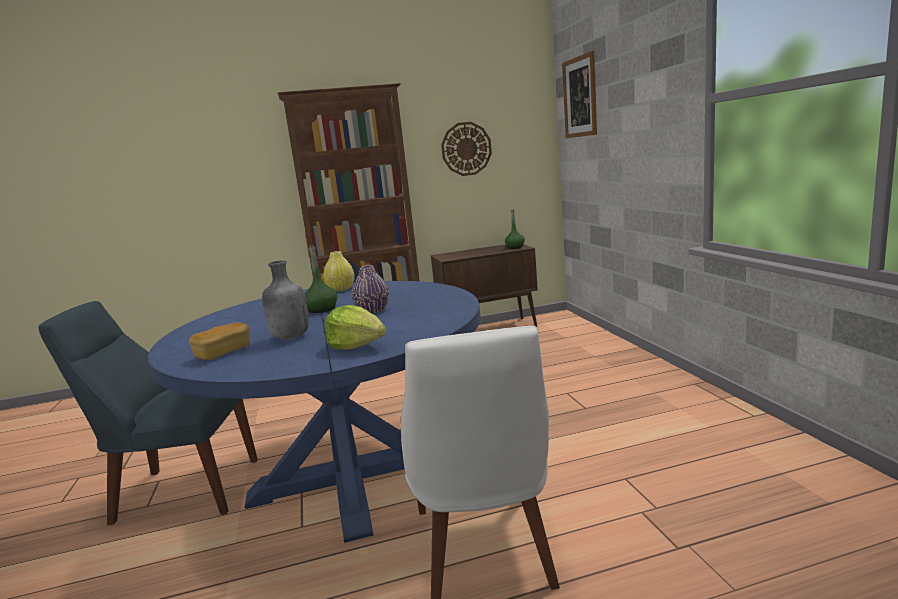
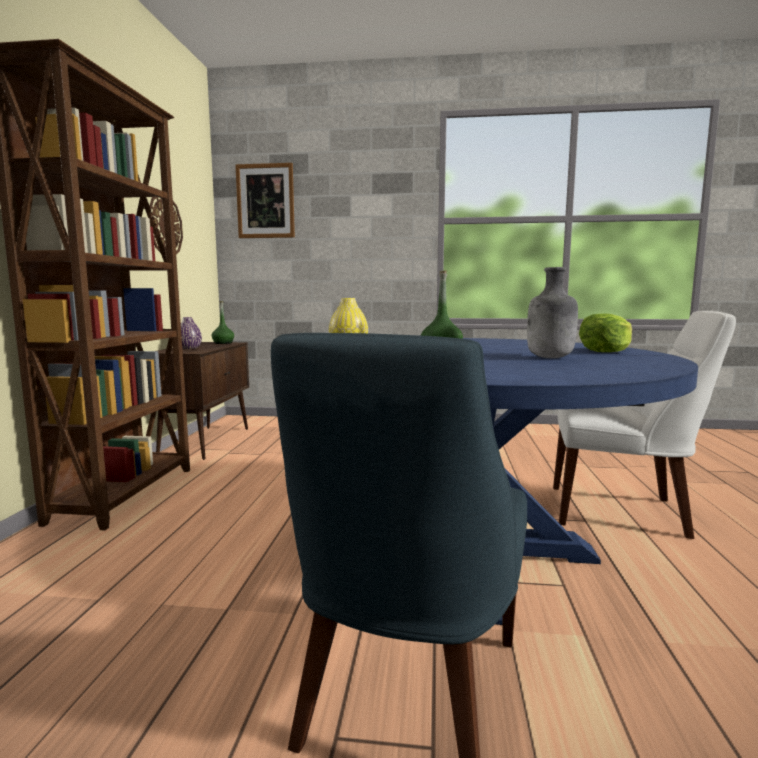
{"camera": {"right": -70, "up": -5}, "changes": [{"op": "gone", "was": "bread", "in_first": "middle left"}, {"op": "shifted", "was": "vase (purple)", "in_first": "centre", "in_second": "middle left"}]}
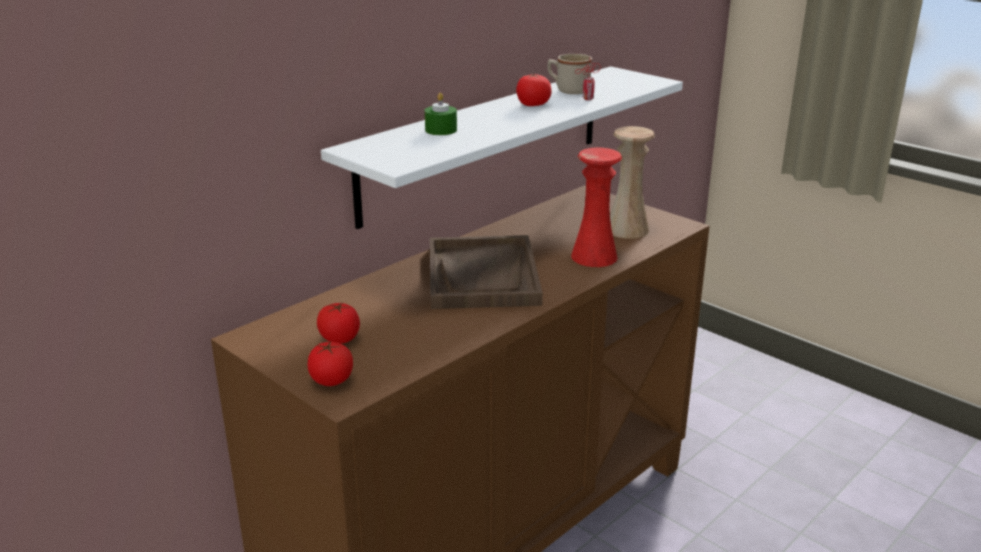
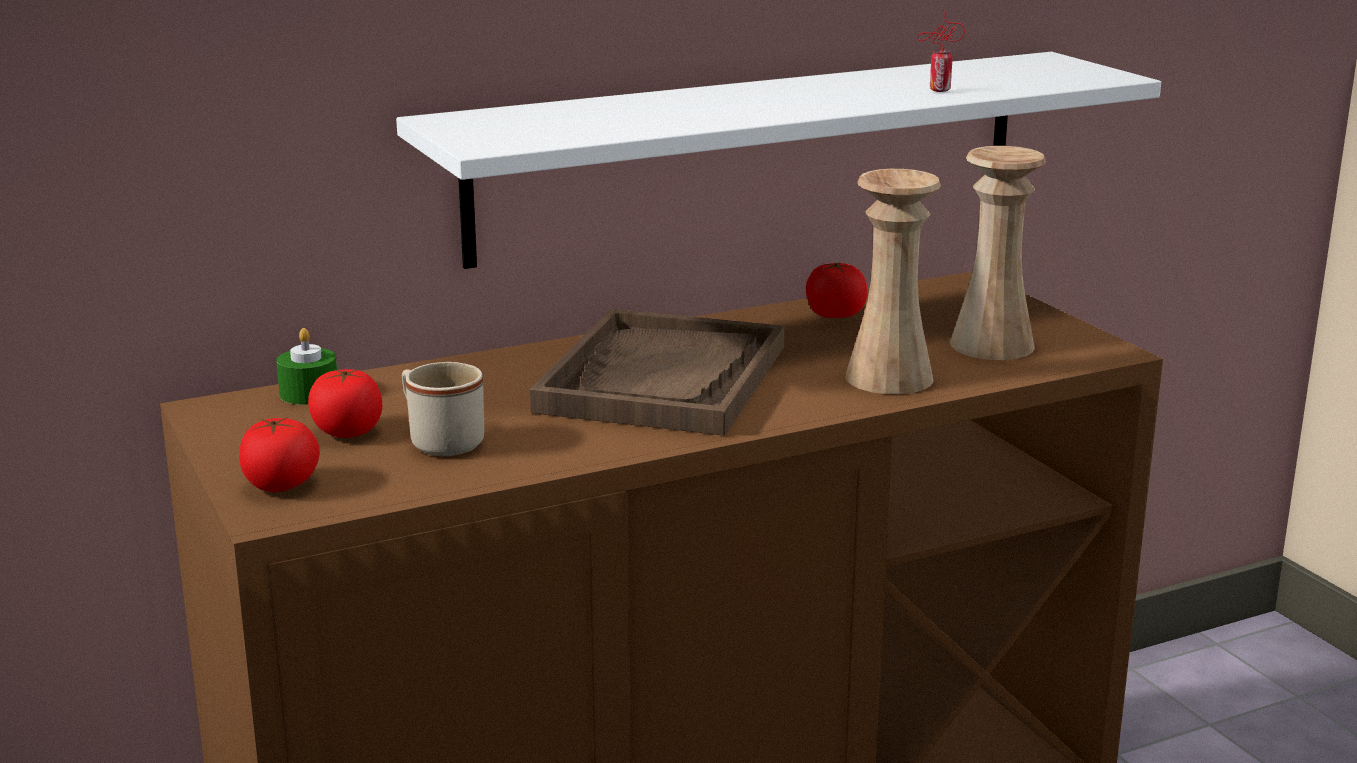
{"camera": {"right": 20, "up": -5}, "changes": [{"op": "shifted", "was": "candle (green)", "in_first": "top centre", "in_second": "middle left"}, {"op": "shifted", "was": "tomato (no. 3 from left)", "in_first": "top centre", "in_second": "centre"}, {"op": "shifted", "was": "mug (beige)", "in_first": "top centre", "in_second": "middle left"}, {"op": "repainted", "was": "vase (red)", "now": "vase (beige) (no. 1 from left)", "in_first": "centre", "in_second": "centre"}]}
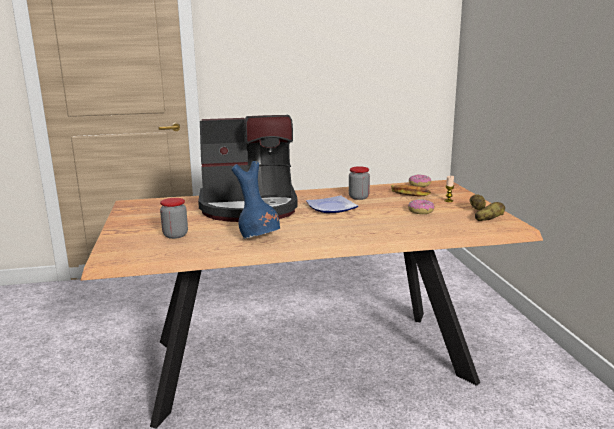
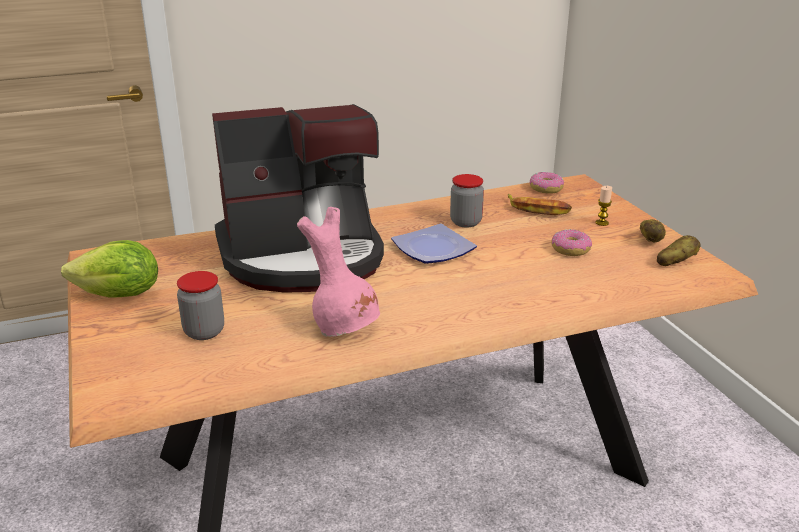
{"camera": {"right": -10, "up": 10}, "changes": [{"op": "new", "now": "lettuce", "in_second": "middle left"}, {"op": "repainted", "was": "vase (blue)", "now": "vase (pink)", "in_first": "centre", "in_second": "centre"}]}
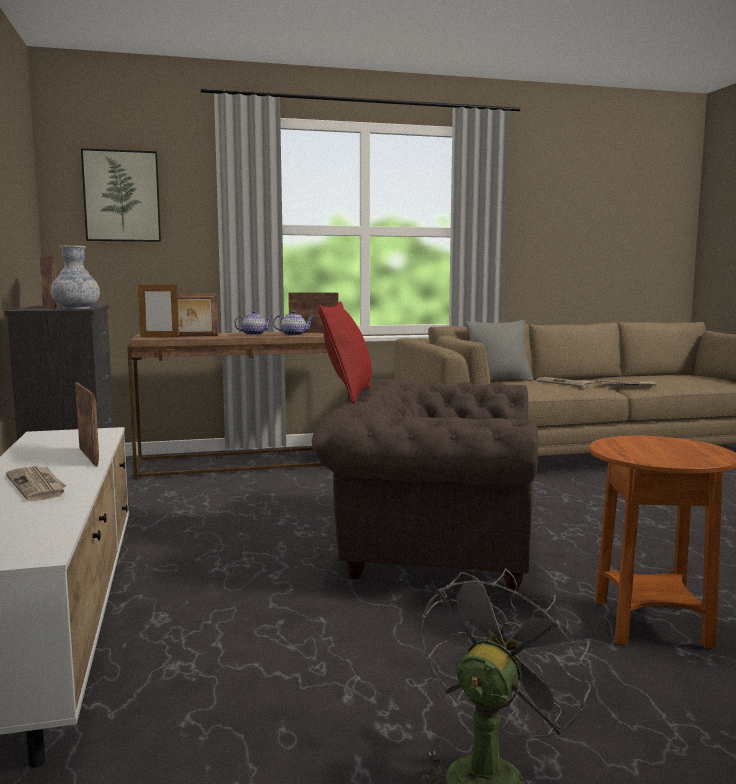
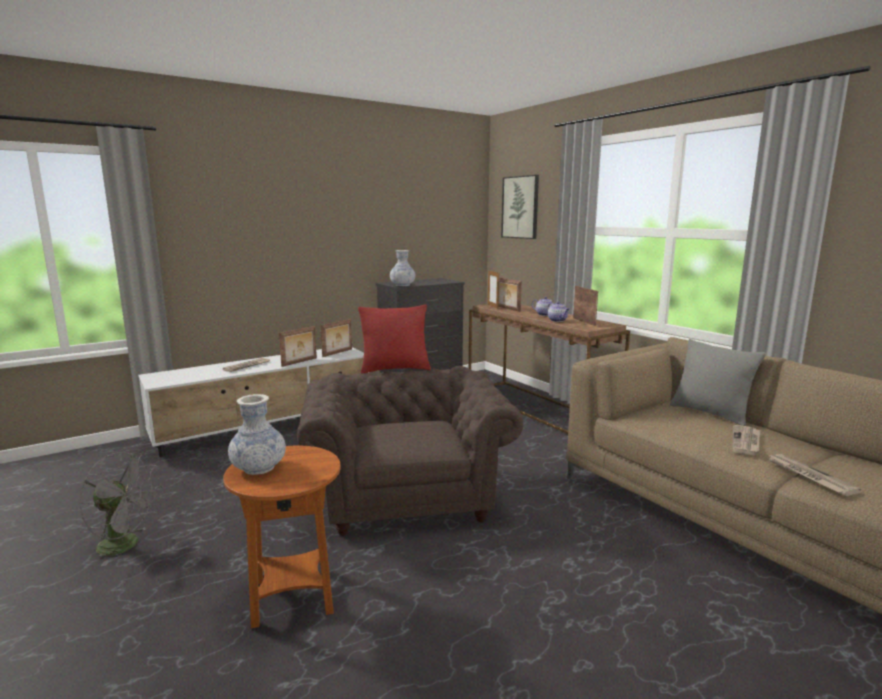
{"camera": {"right": 70, "up": 5}, "changes": [{"op": "new", "now": "vase (no. 1 from left)", "in_second": "middle left"}, {"op": "shifted", "was": "picture frame (no. 1 from left in the first image)", "now": "picture frame (no. 2 from left)", "in_first": "middle left", "in_second": "centre"}]}
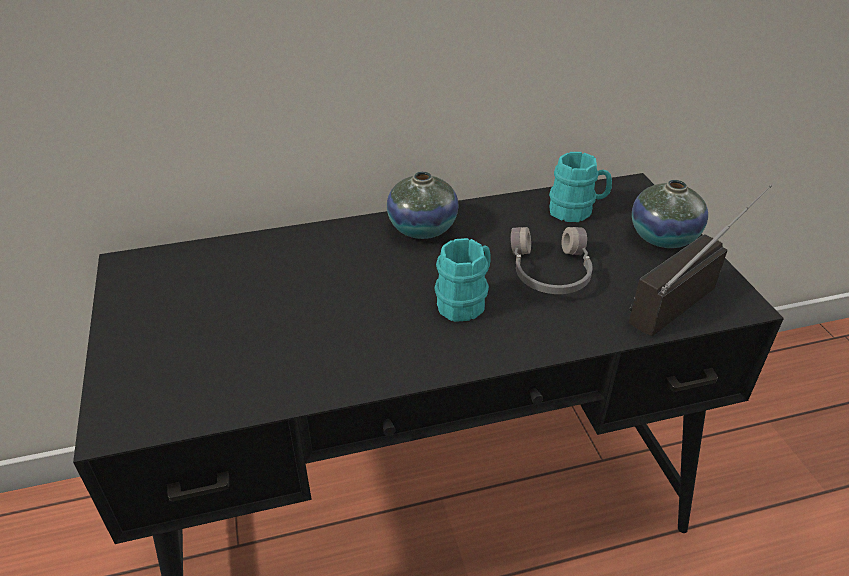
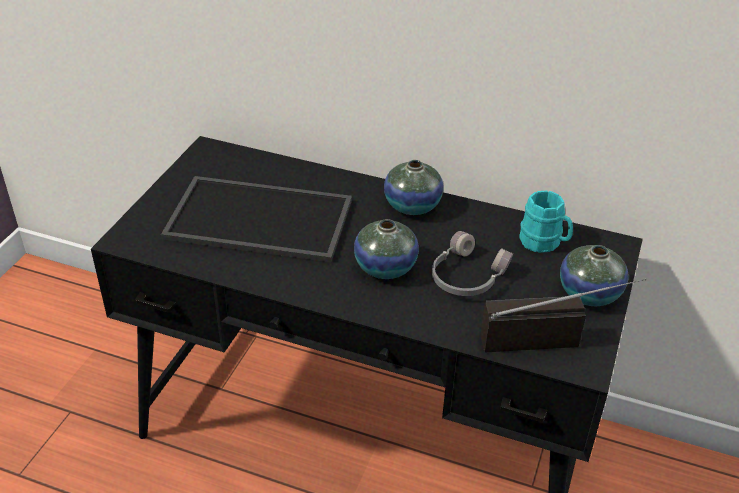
{"camera": {"right": 35, "up": 0}, "changes": [{"op": "new", "now": "tray", "in_second": "centre"}, {"op": "swapped", "was": "mug (turquoise) (no. 1 from left)", "now": "vase (no. 1 from left)", "in_first": "centre", "in_second": "centre"}]}
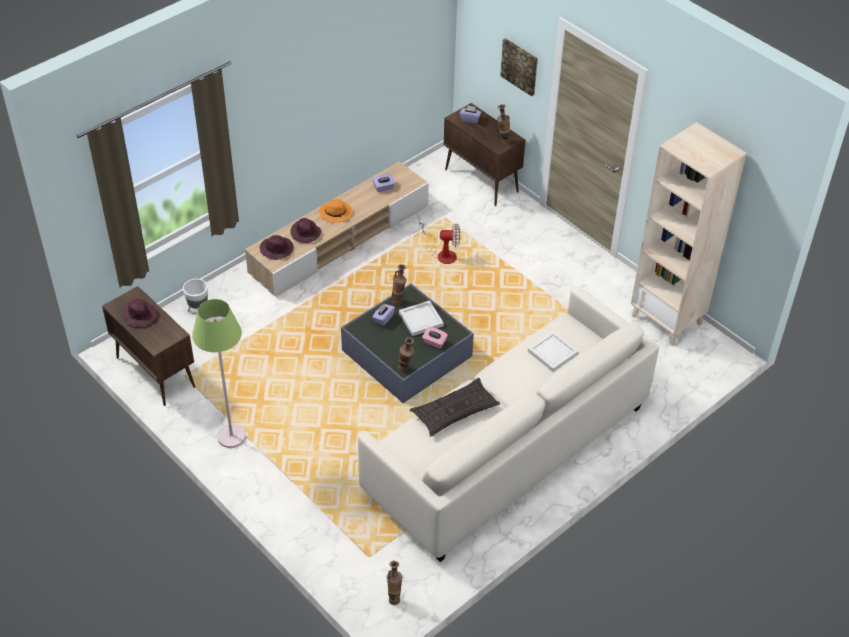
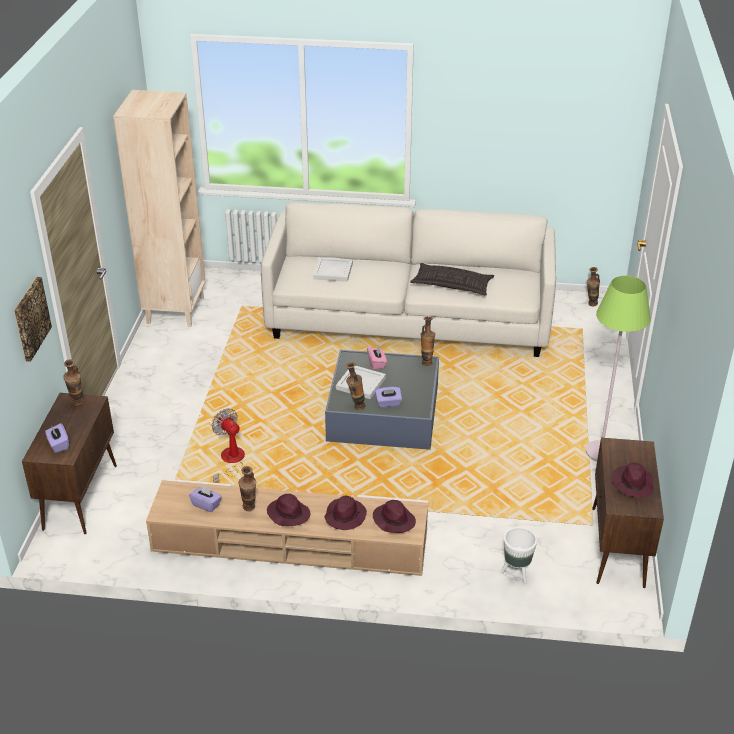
{"camera": {"right": -130, "up": -10}, "changes": [{"op": "new", "now": "vase (no. 2 from left)", "in_second": "centre"}, {"op": "repainted", "was": "hat (orange)", "now": "hat (purple) (no. 1 from left)", "in_first": "top centre", "in_second": "bottom centre"}]}
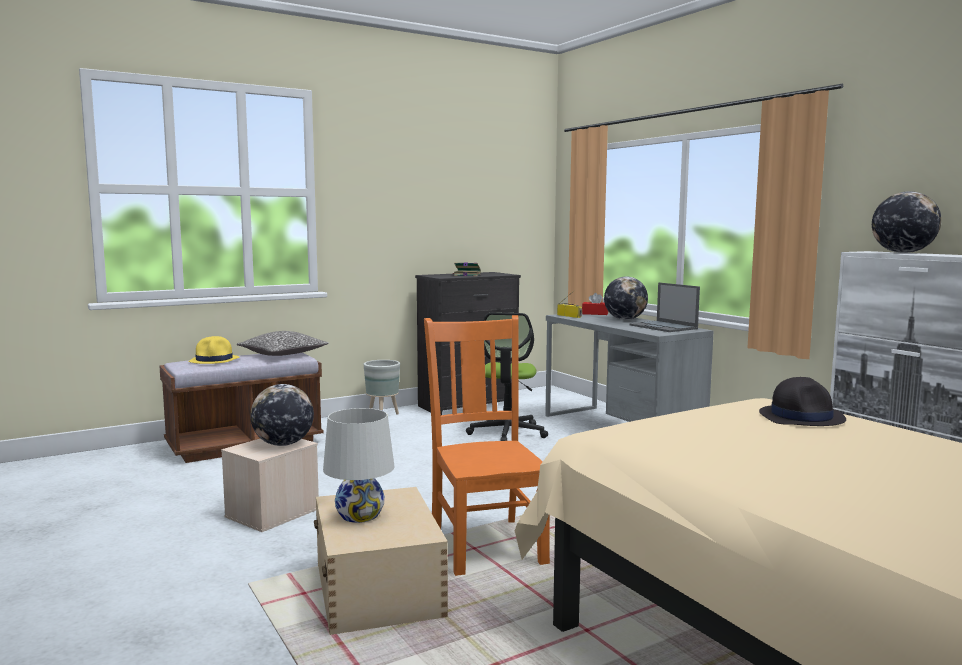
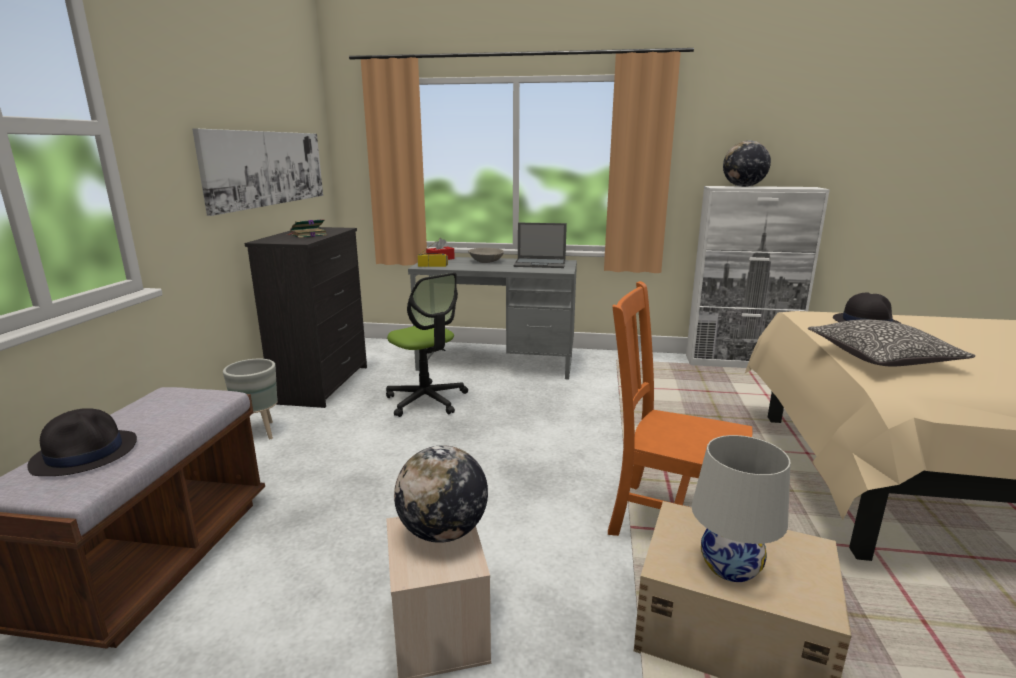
{"camera": {"right": -50, "up": 10}, "changes": [{"op": "new", "now": "picture", "in_second": "top left"}, {"op": "shifted", "was": "pillow", "in_first": "middle left", "in_second": "middle right"}, {"op": "swapped", "was": "globe (no. 2 from left)", "now": "bowl (grey)", "in_first": "centre", "in_second": "centre"}, {"op": "repainted", "was": "hat (yellow)", "now": "hat (black) (no. 1 from left)", "in_first": "middle left", "in_second": "middle left"}]}
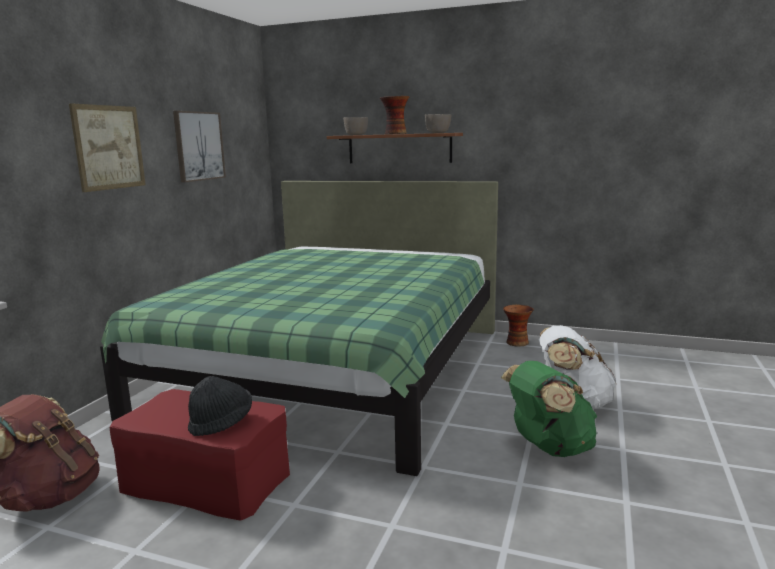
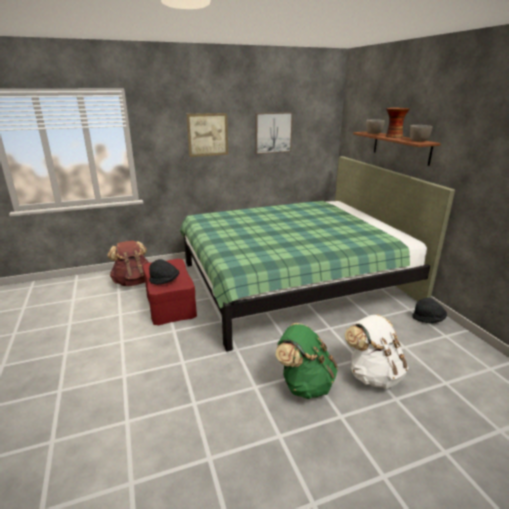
{"camera": {"right": 50, "up": 10}, "changes": [{"op": "swapped", "was": "vase (no. 2 from left)", "now": "hat (black) (no. 2 from left)", "in_first": "middle right", "in_second": "middle right"}]}
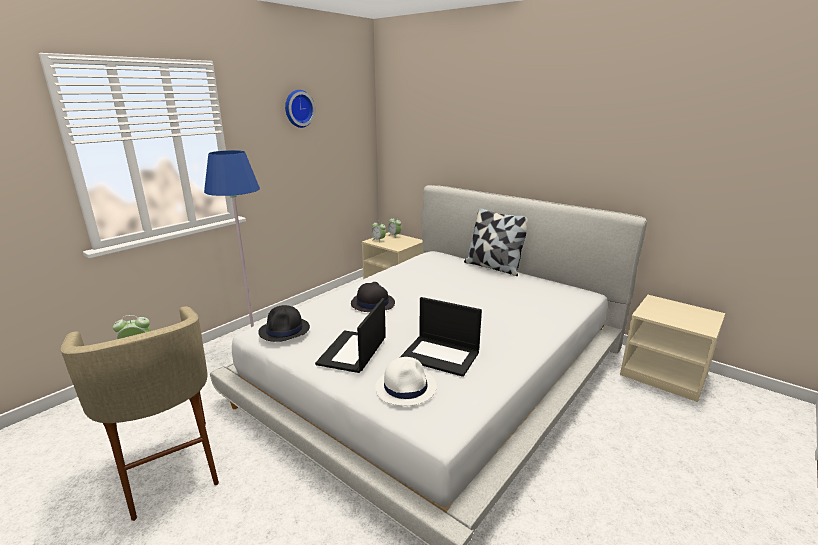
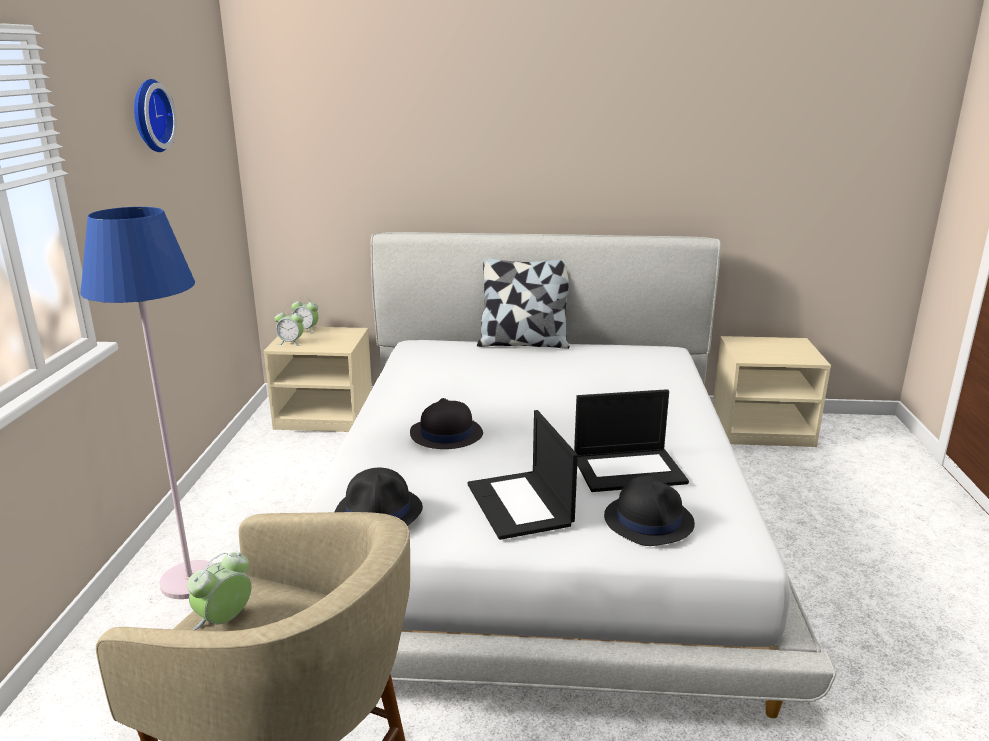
{"camera": {"right": -35, "up": 0}, "changes": [{"op": "repainted", "was": "hat (white)", "now": "hat (black) (no. 3 from left)", "in_first": "bottom centre", "in_second": "bottom centre"}]}
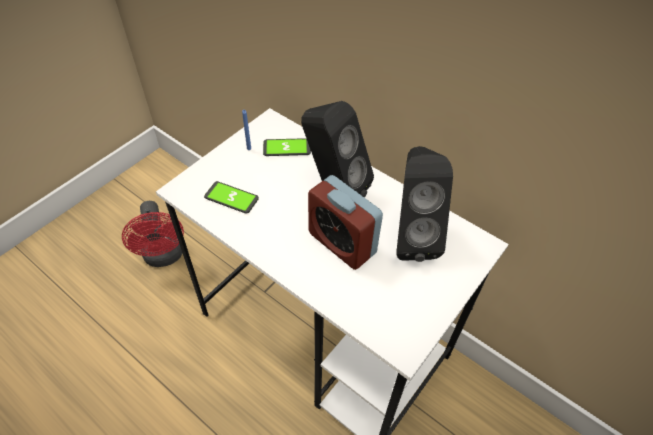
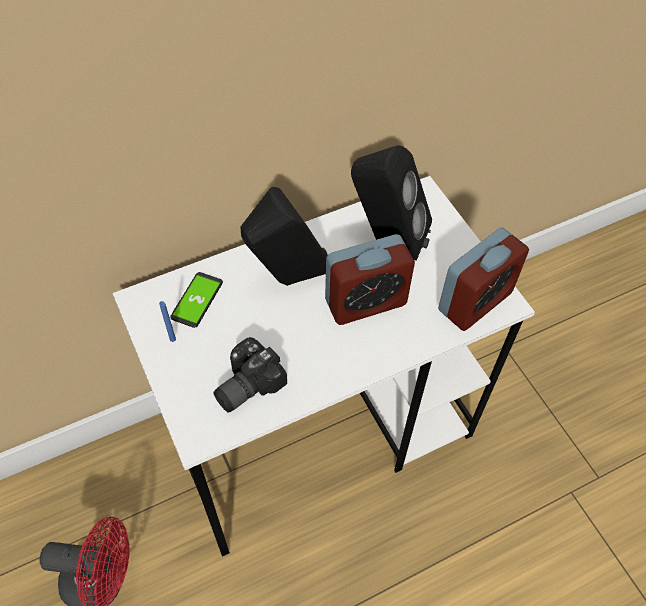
{"camera": {"right": -65, "up": 5}, "changes": [{"op": "new", "now": "alarm clock (no. 2 from left)", "in_second": "middle right"}, {"op": "swapped", "was": "phone (no. 1 from left)", "now": "photo camera", "in_first": "centre", "in_second": "centre"}]}
